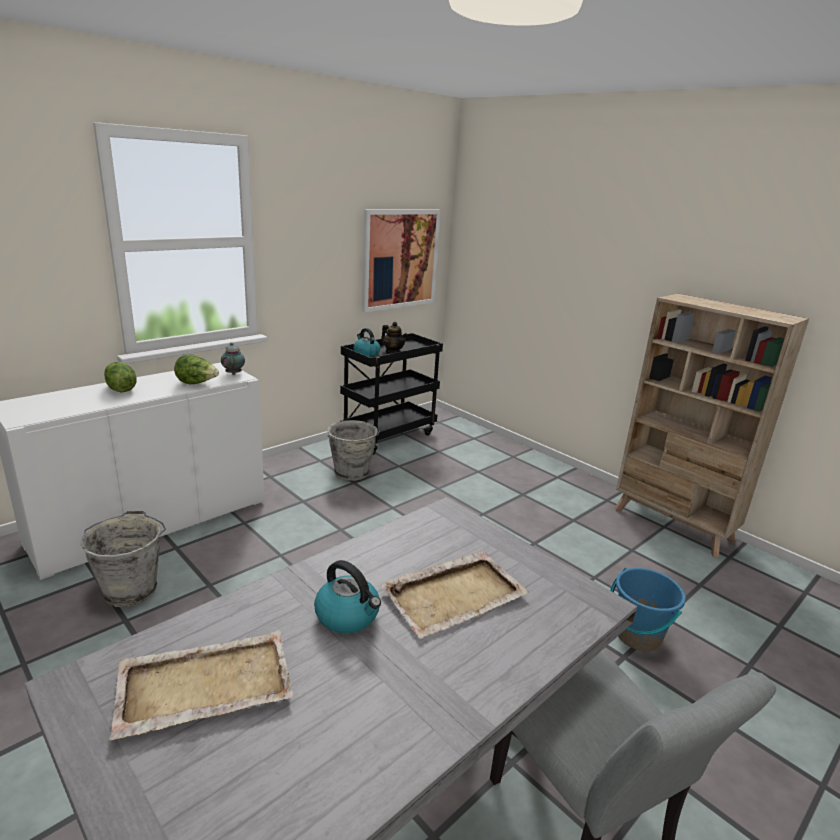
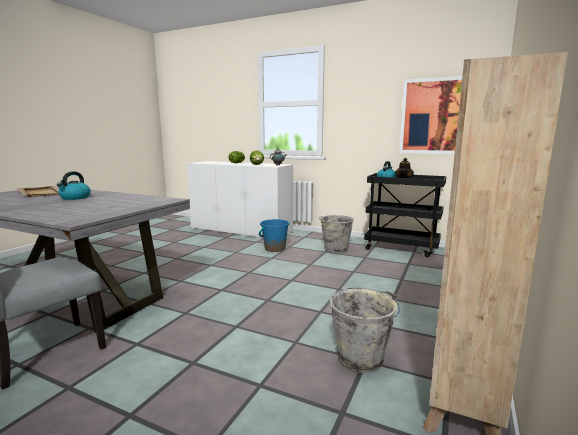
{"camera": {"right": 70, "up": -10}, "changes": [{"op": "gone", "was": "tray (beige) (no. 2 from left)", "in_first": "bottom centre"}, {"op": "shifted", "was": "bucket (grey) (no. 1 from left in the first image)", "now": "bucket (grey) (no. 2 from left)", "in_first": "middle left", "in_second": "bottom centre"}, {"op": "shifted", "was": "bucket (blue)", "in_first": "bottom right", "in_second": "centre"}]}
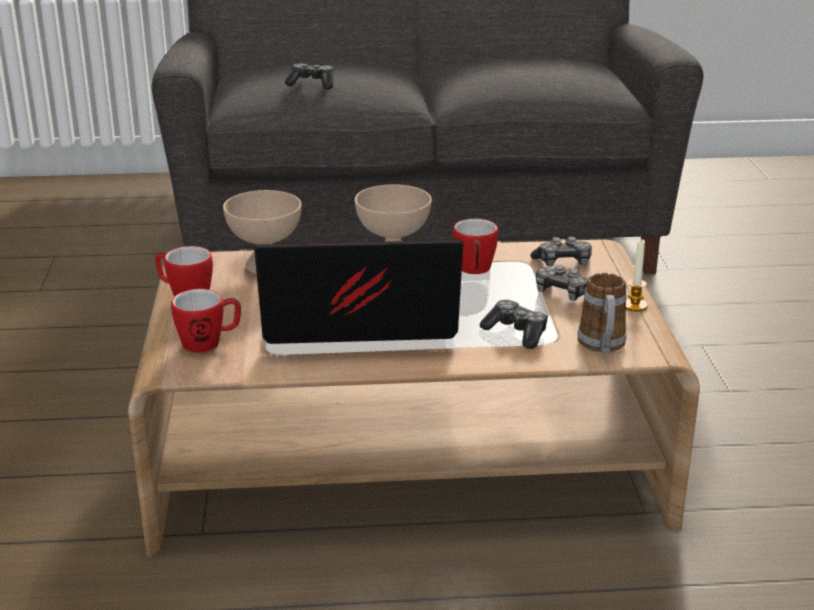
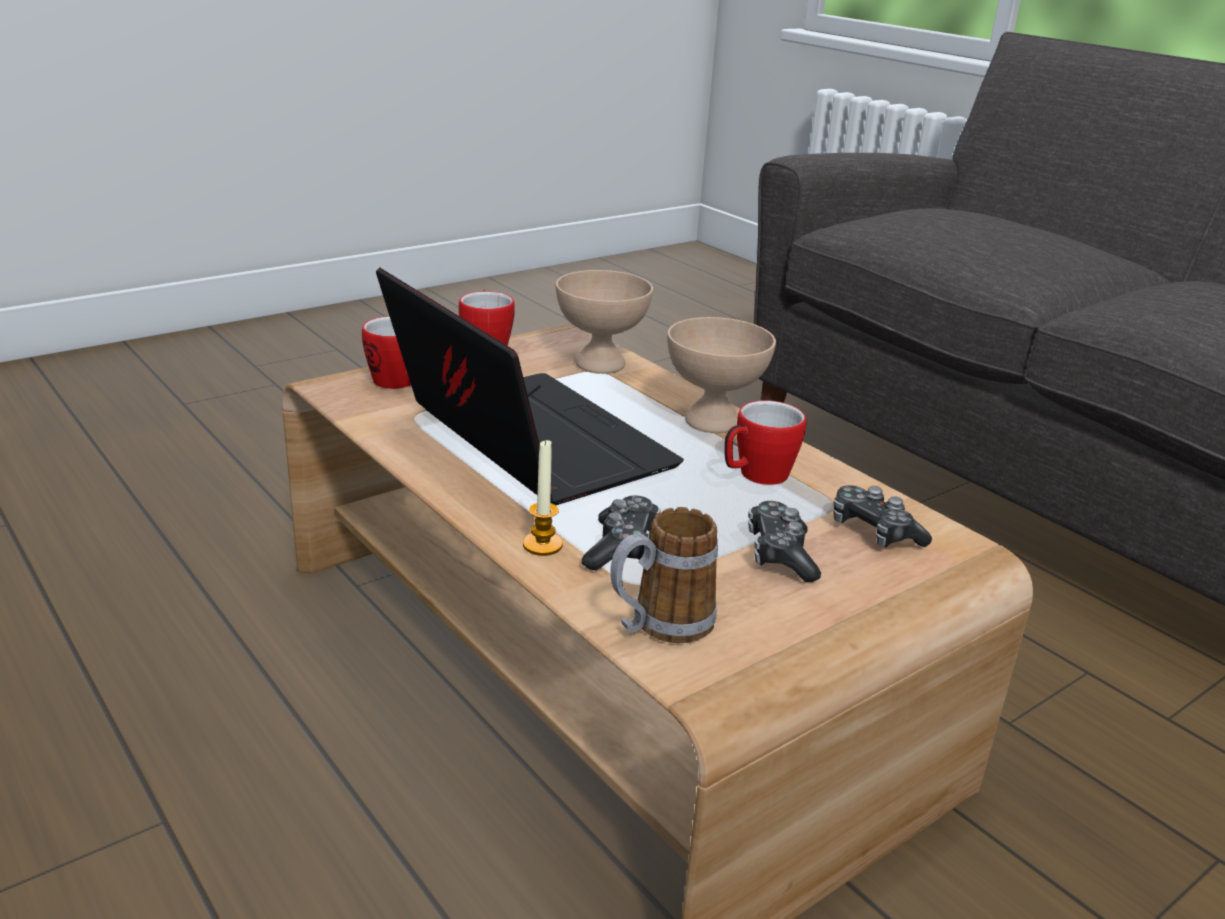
{"camera": {"right": 55, "up": 0}, "changes": [{"op": "gone", "was": "game controller (no. 1 from left)", "in_first": "top centre"}, {"op": "shifted", "was": "candle", "in_first": "middle right", "in_second": "centre"}]}
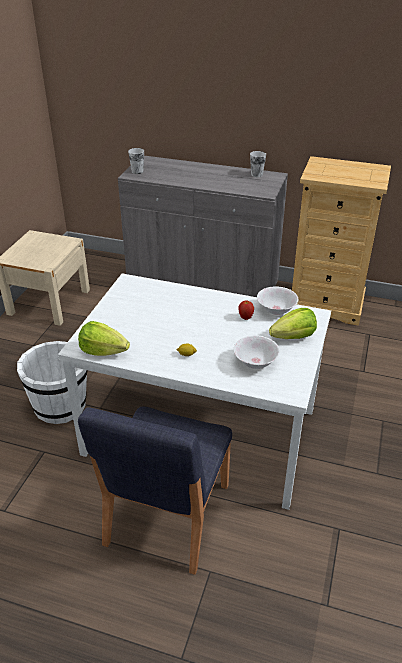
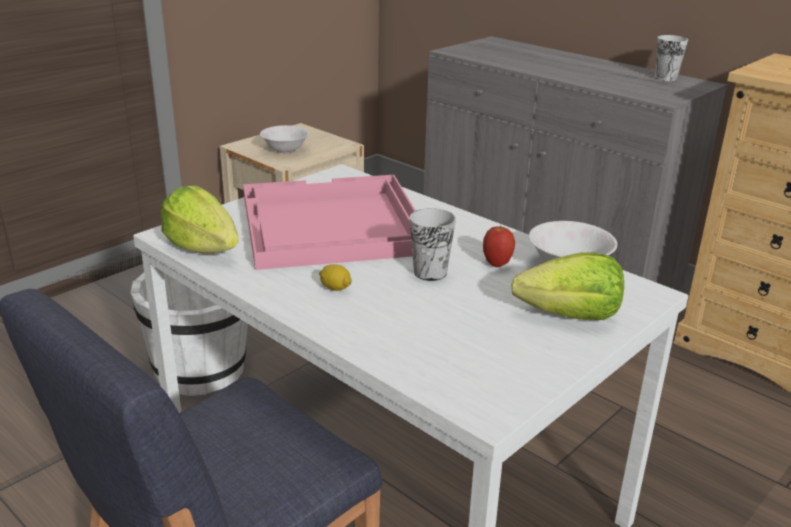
{"camera": {"right": 25, "up": -10}, "changes": [{"op": "new", "now": "tray (pink)", "in_second": "centre"}, {"op": "shifted", "was": "cup (no. 1 from left)", "in_first": "top centre", "in_second": "centre"}, {"op": "shifted", "was": "bowl (white) (no. 1 from left)", "in_first": "centre", "in_second": "top centre"}]}
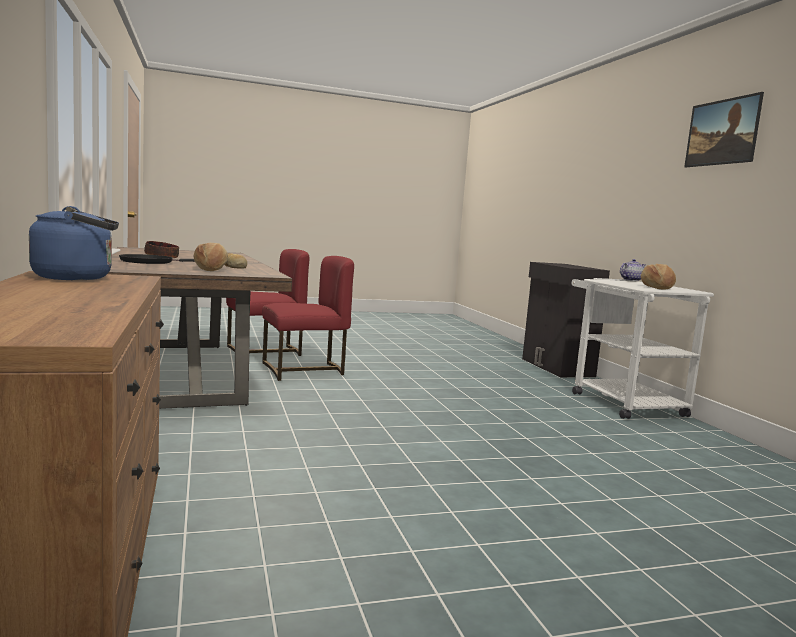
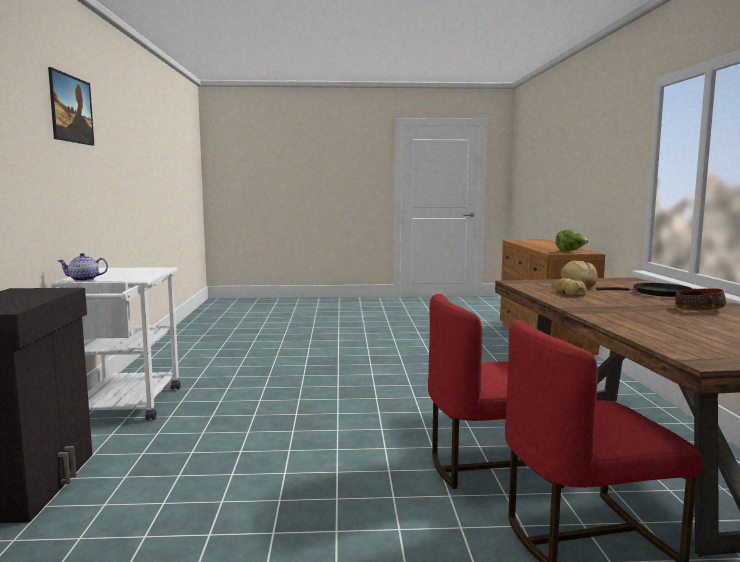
{"camera": {"right": -165, "up": 0}, "changes": [{"op": "gone", "was": "bread (no. 3 from left)", "in_first": "middle right"}, {"op": "swapped", "was": "kettle (blue)", "now": "lettuce", "in_first": "middle left", "in_second": "middle right"}]}
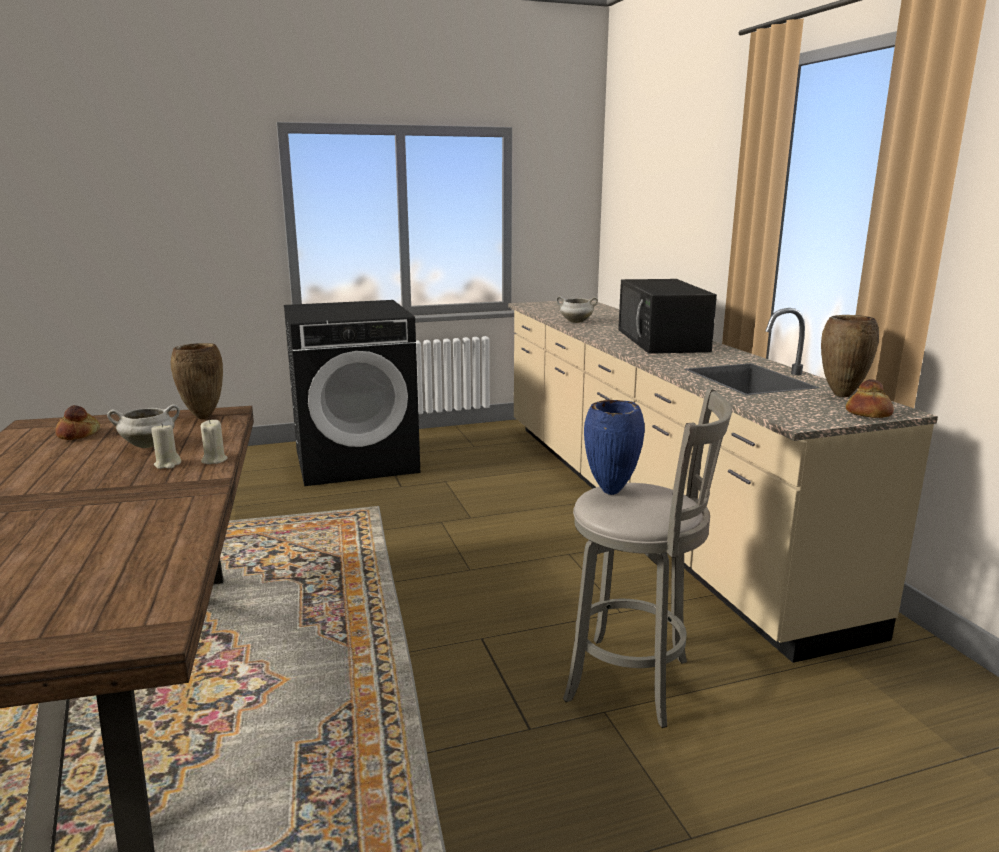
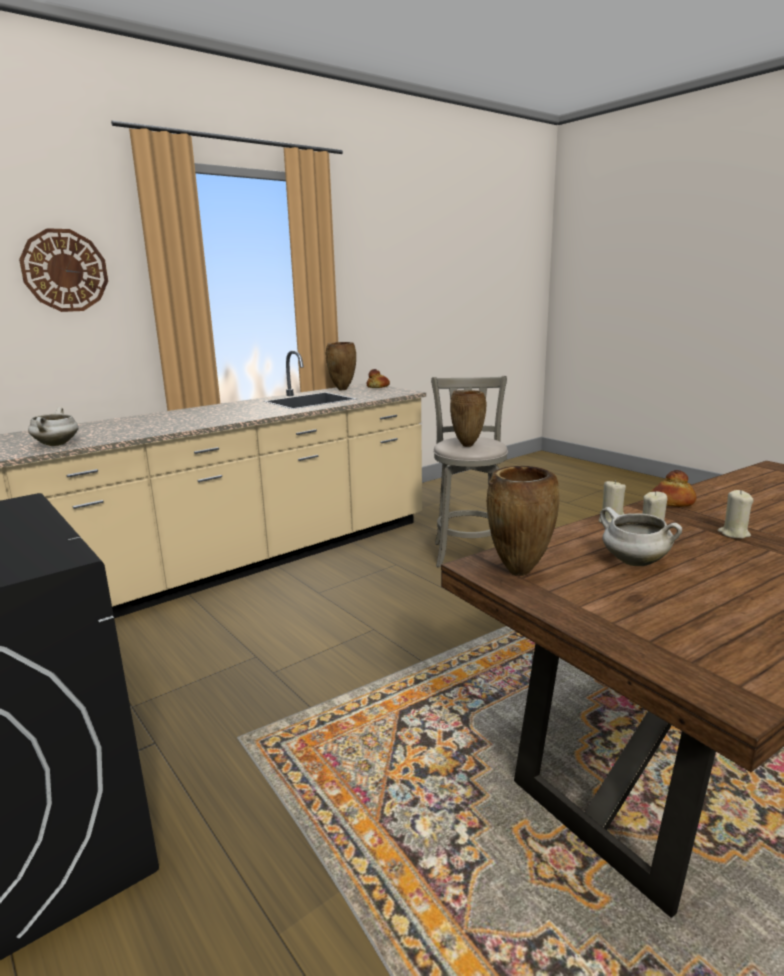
{"camera": {"right": -110, "up": 0}, "changes": [{"op": "gone", "was": "microwave (black)", "in_first": "middle right"}, {"op": "new", "now": "wall clock", "in_second": "top left"}, {"op": "new", "now": "candle (beige) (no. 3 from left)", "in_second": "middle right"}, {"op": "shifted", "was": "bread (no. 1 from left in the first image)", "now": "bread (no. 2 from left)", "in_first": "middle left", "in_second": "middle right"}, {"op": "repainted", "was": "vase (blue)", "now": "vase (brown) (no. 2 from left)", "in_first": "centre", "in_second": "centre"}]}
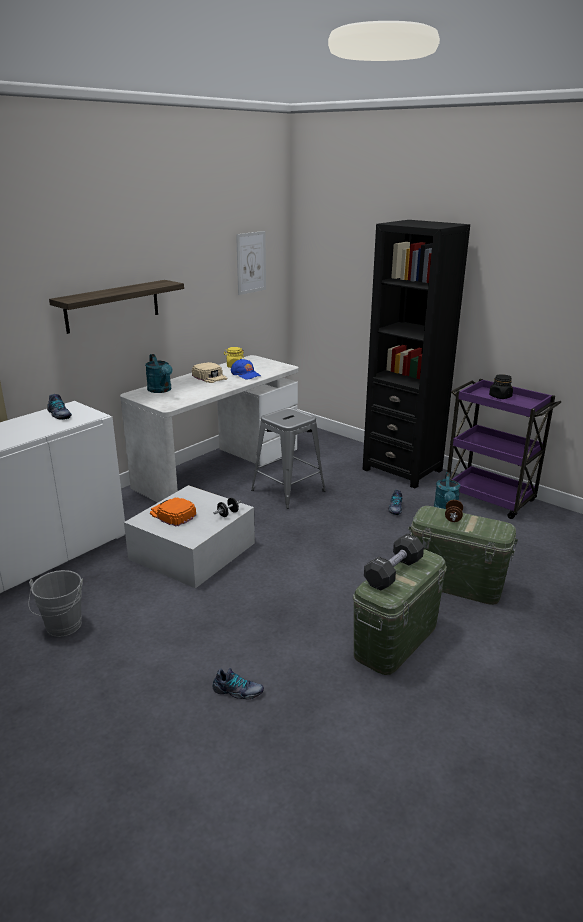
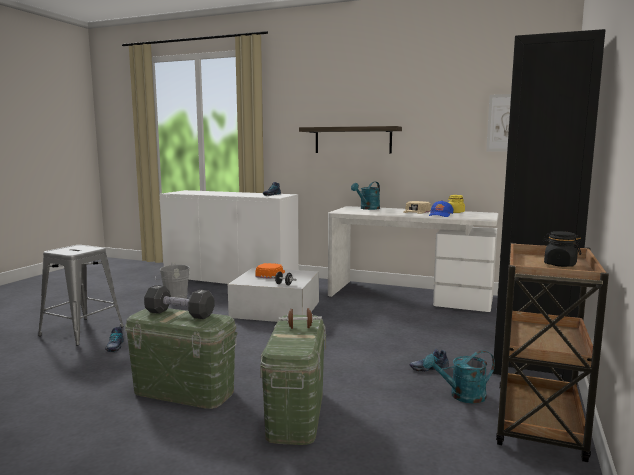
{"camera": {"right": 70, "up": -15}, "changes": [{"op": "shifted", "was": "stool (grey)", "in_first": "centre", "in_second": "middle left"}, {"op": "repainted", "was": "cart (purple)", "now": "cart (brown)", "in_first": "middle right", "in_second": "bottom right"}]}
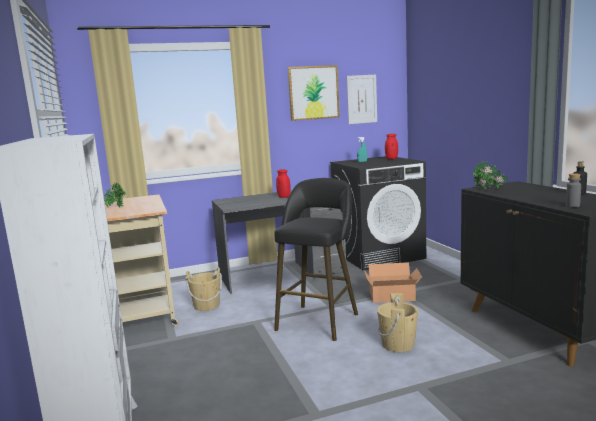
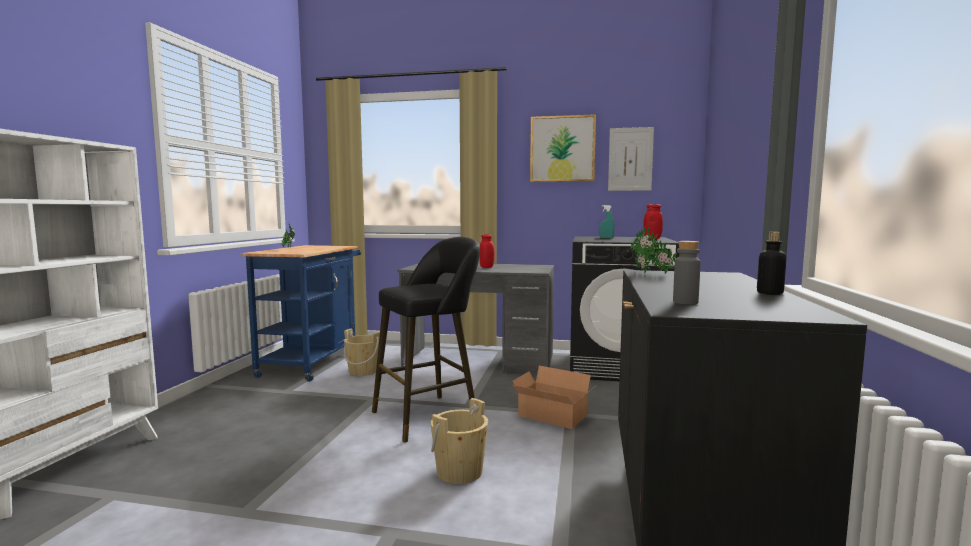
{"camera": {"right": 30, "up": -5}, "changes": [{"op": "repainted", "was": "cart (beige)", "now": "cart (blue)", "in_first": "middle left", "in_second": "middle left"}]}
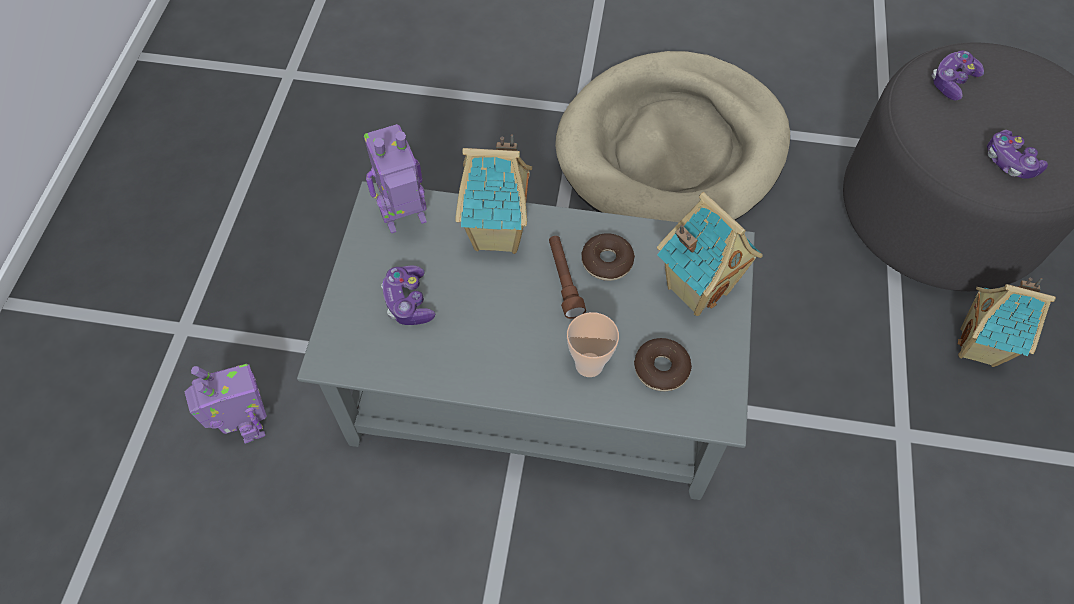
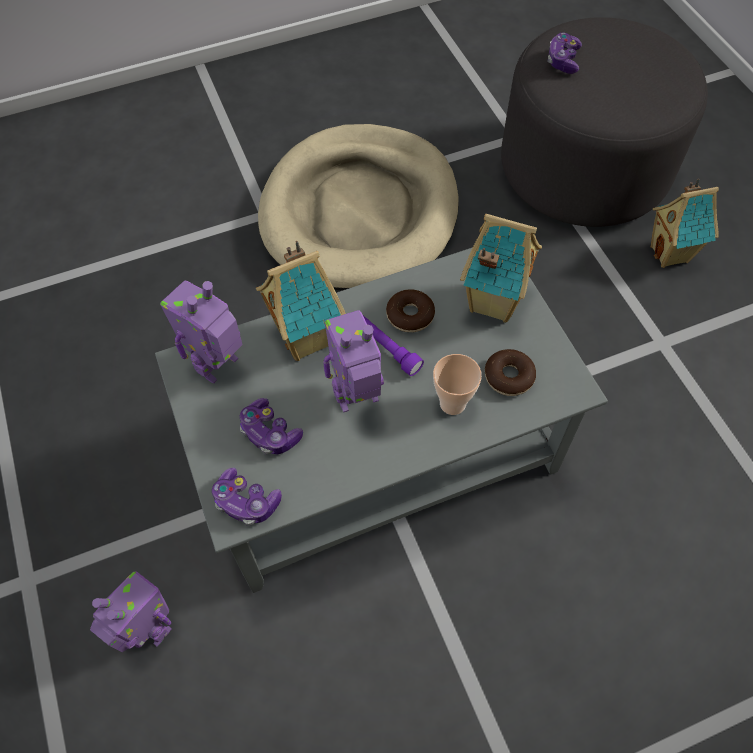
{"camera": {"right": -30, "up": 0}, "changes": [{"op": "new", "now": "toy robot (no. 3 from left)", "in_second": "centre"}, {"op": "shifted", "was": "game controller (no. 3 from left in the first image)", "now": "game controller (no. 1 from left)", "in_first": "top right", "in_second": "middle left"}, {"op": "repainted", "was": "flashlight (brown)", "now": "flashlight (purple)", "in_first": "centre", "in_second": "centre"}]}
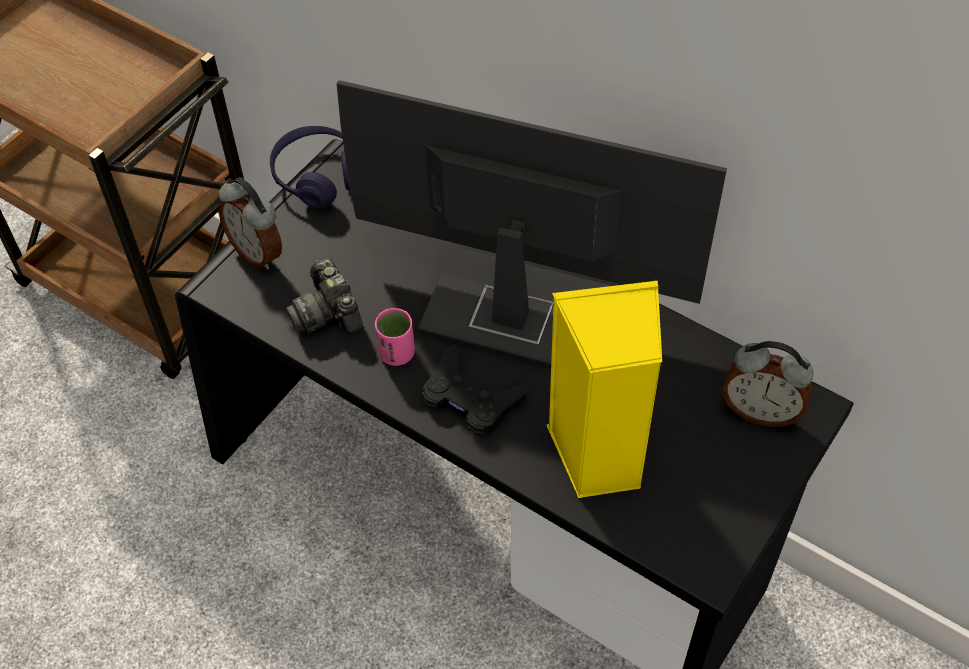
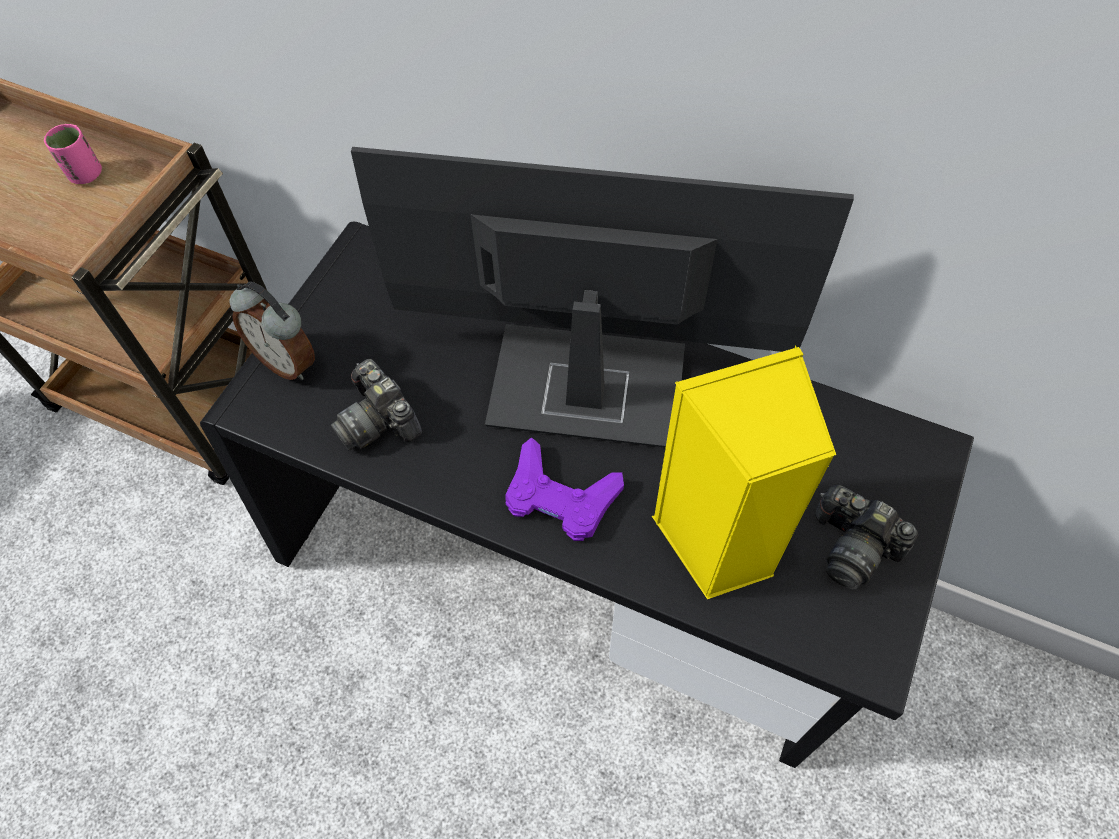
{"camera": {"right": -10, "up": 5}, "changes": [{"op": "gone", "was": "headphones (purple)", "in_first": "top left"}, {"op": "gone", "was": "alarm clock (no. 2 from left)", "in_first": "middle right"}, {"op": "new", "now": "photo camera (no. 2 from left)", "in_second": "middle right"}, {"op": "shifted", "was": "cup (pink)", "in_first": "centre", "in_second": "top left"}, {"op": "repainted", "was": "game controller (black)", "now": "game controller (purple)", "in_first": "centre", "in_second": "centre"}]}
